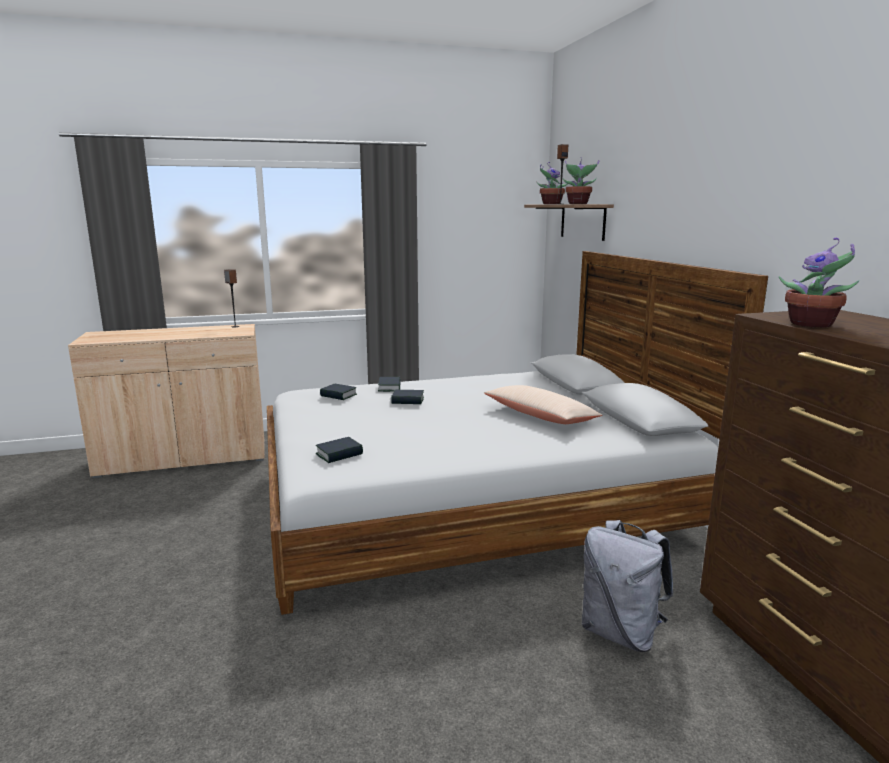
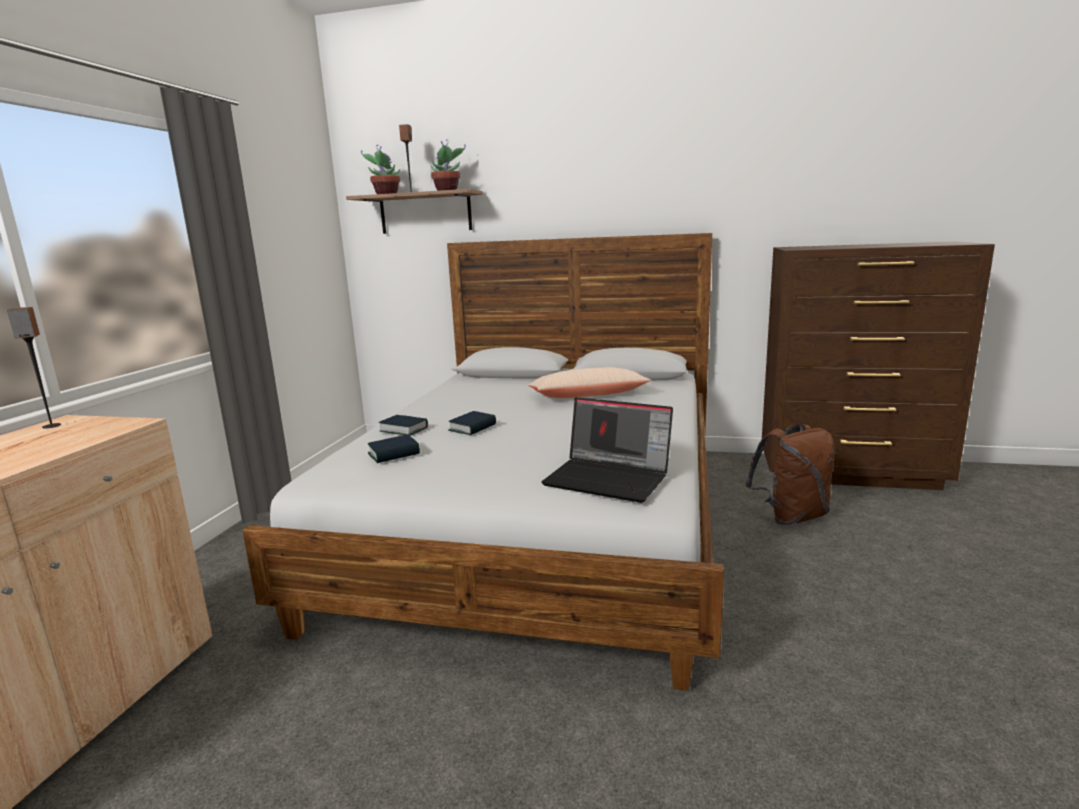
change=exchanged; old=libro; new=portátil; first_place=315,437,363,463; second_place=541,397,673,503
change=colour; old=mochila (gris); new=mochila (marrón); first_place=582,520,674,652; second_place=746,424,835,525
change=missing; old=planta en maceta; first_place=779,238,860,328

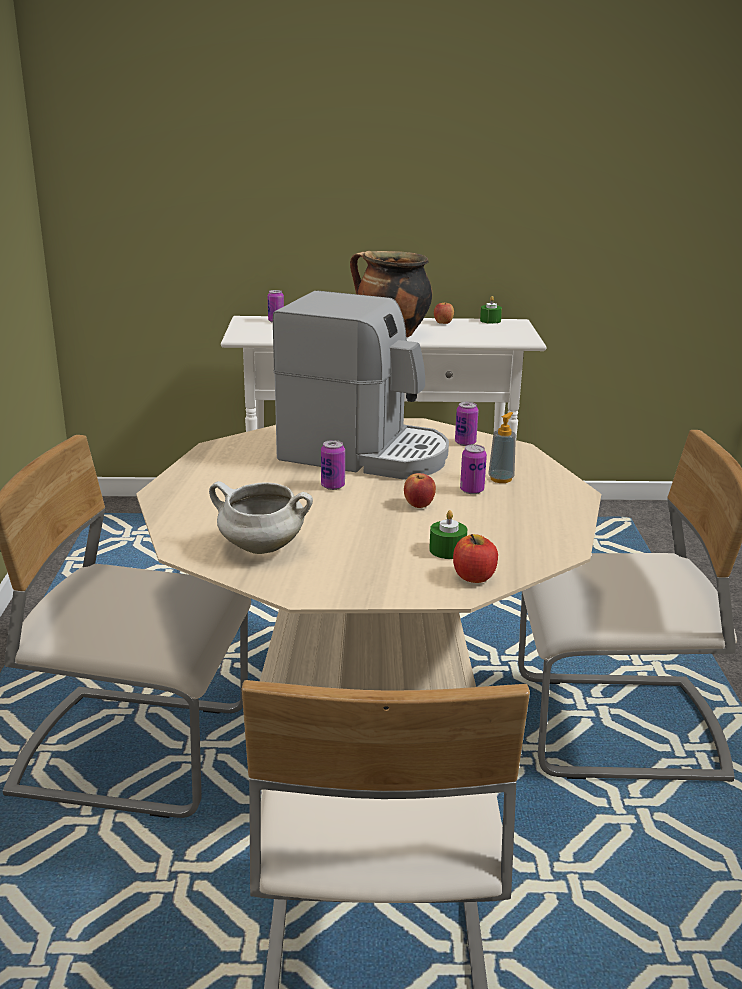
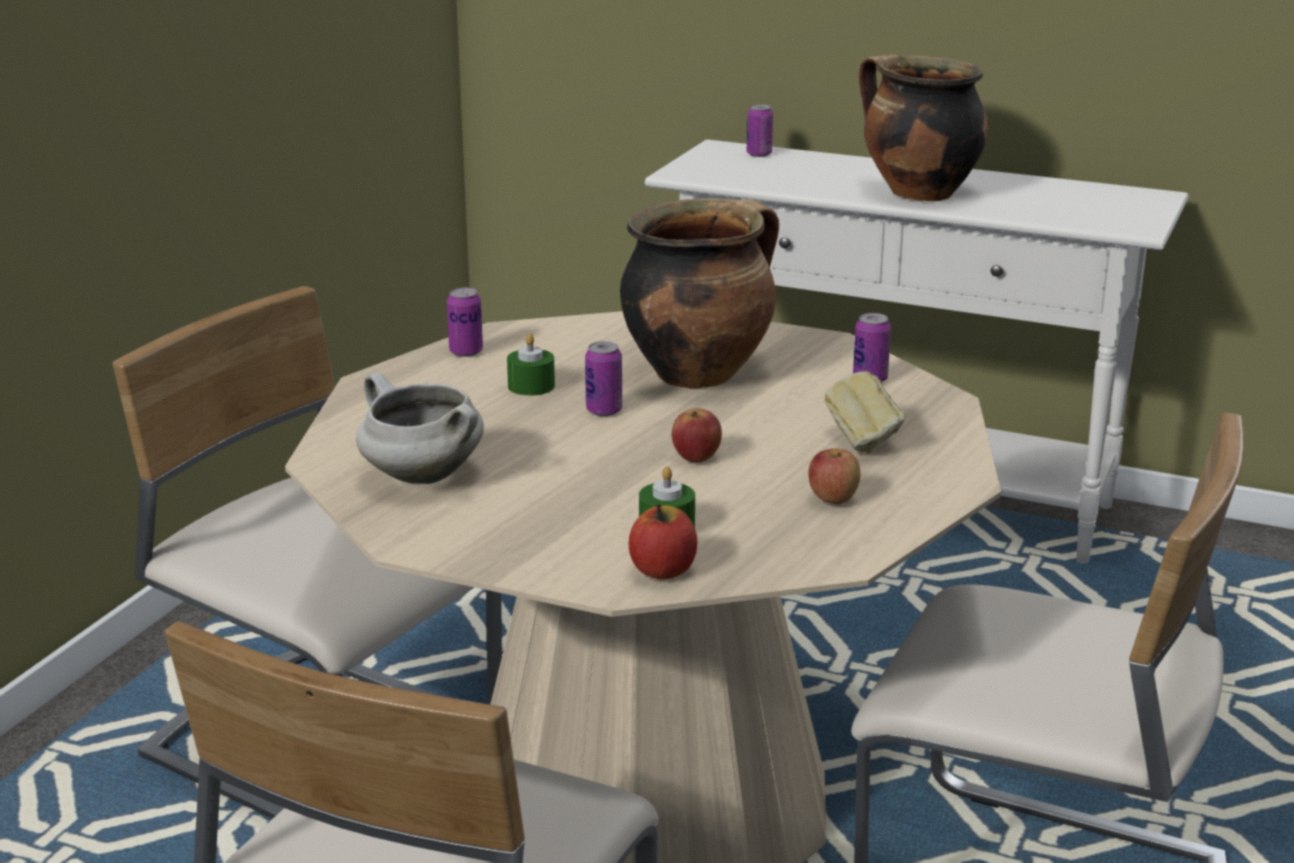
change=relocated; old=lata; first_place=460,444,487,494; second_place=447,288,483,357
change=relocated; old=vela (verde); first_place=480,296,502,324; second_place=507,333,555,396
change=exchanged; old=cafetera; new=olla; first_place=273,291,449,479; second_place=620,198,779,388
change=relocated; old=manzana; first_place=434,303,454,324; second_place=808,448,860,504
change=exchanged; old=dispensador de jabón; new=pan; first_place=488,412,516,483; second_place=825,371,905,453

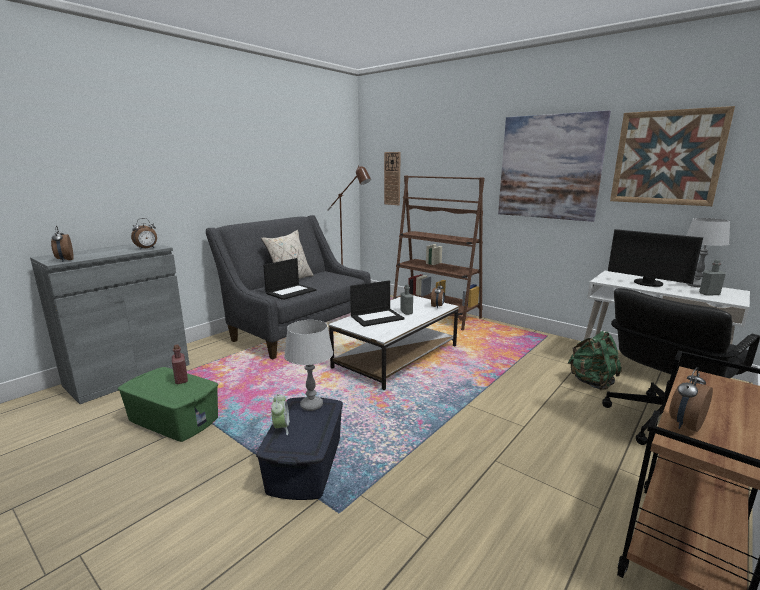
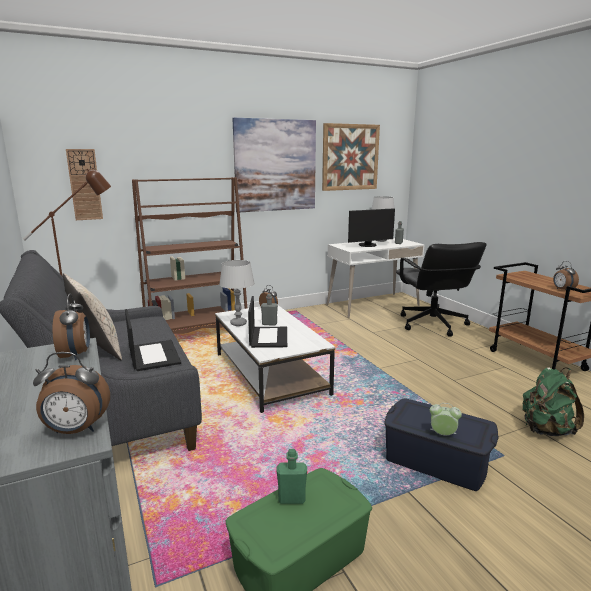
change=relocated; old=lámpara de mesa (gris); first_place=284,320,333,411; second_place=219,260,255,326
change=colour; old=botella (rojo); new=botella (verde); first_place=172,345,188,384; second_place=276,449,307,504
change=relocated; old=mochila (verde); first_place=567,331,622,390; second_place=523,367,584,436

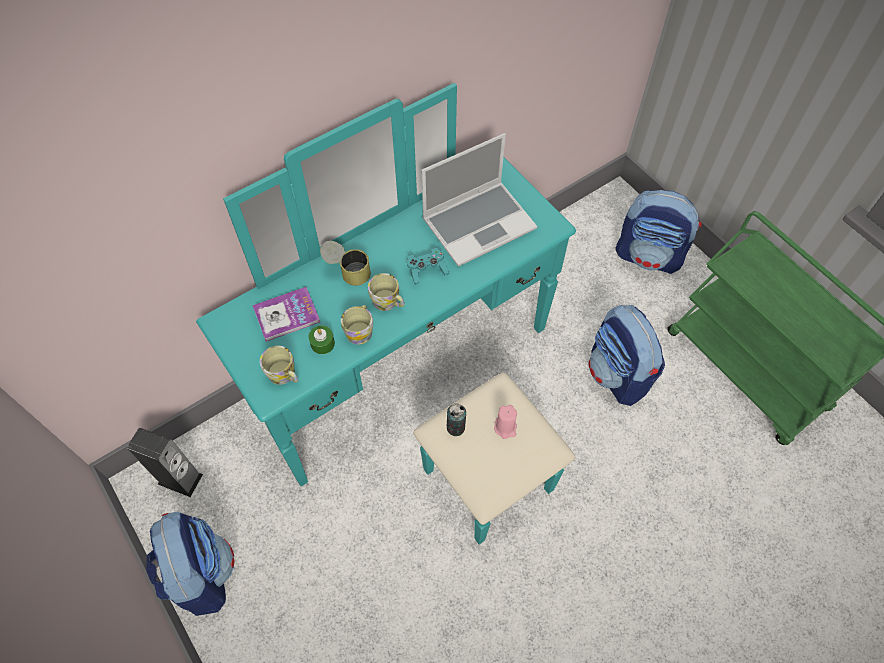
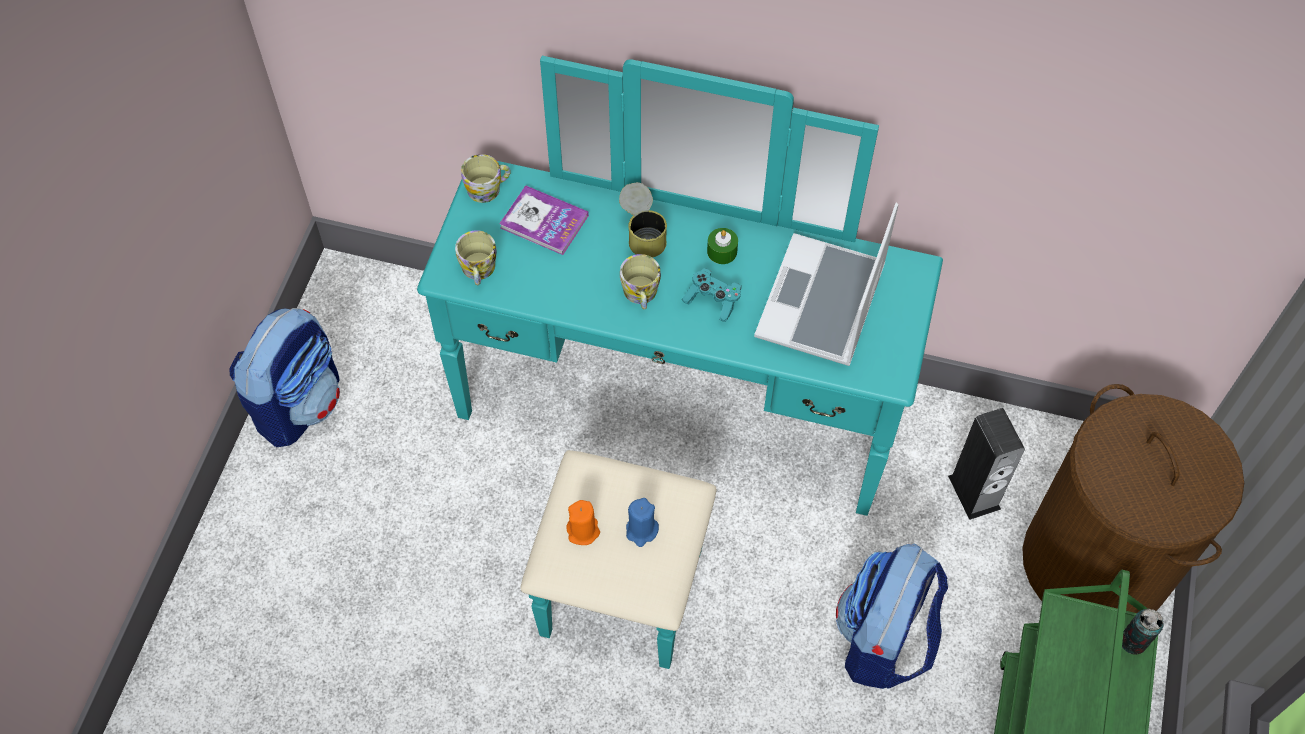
change=relocated; old=taza grande; first_place=341,305,373,345; second_place=461,154,511,203
change=appeared; new=vela (naranja); second_place=567,500,600,545
change=colour; old=vela (rosa); new=vela (azul); first_place=494,405,517,439; second_place=626,498,659,547
change=relocated; old=vela (verde); first_place=308,326,335,354; second_place=707,228,738,264
change=spun; old=portátil; first_place=421,133,537,267; second_place=754,203,898,366; degrees=90
change=relocated; old=altavoz; first_place=127,428,203,497; second_place=948,408,1025,520
change=exchanged; old=mochila; new=cesto de la ropa (marrón); first_place=615,190,702,274; second_place=1022,384,1244,613
change=relocated; old=lata; first_place=447,403,466,436; second_place=1122,609,1163,655

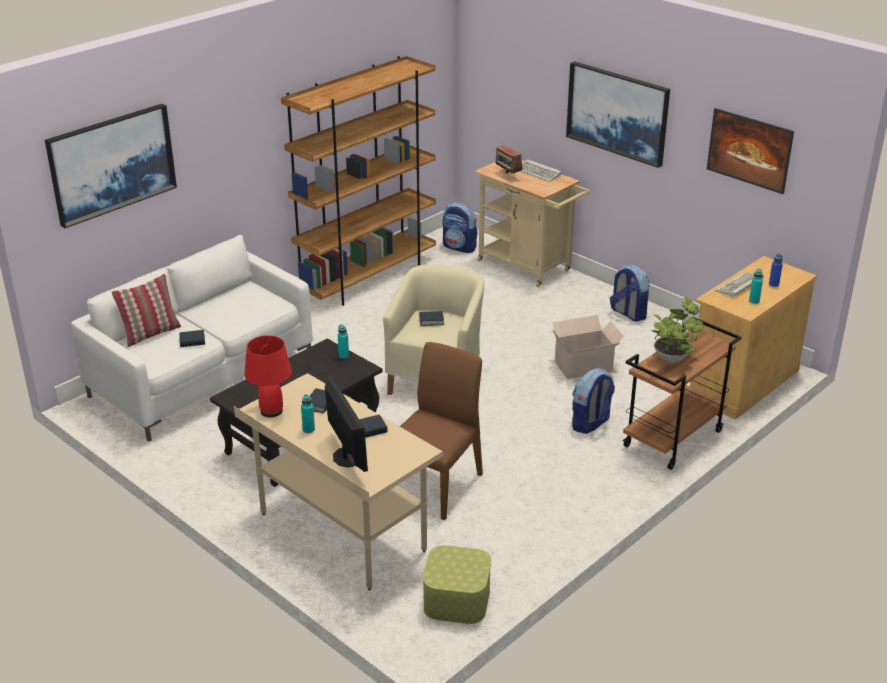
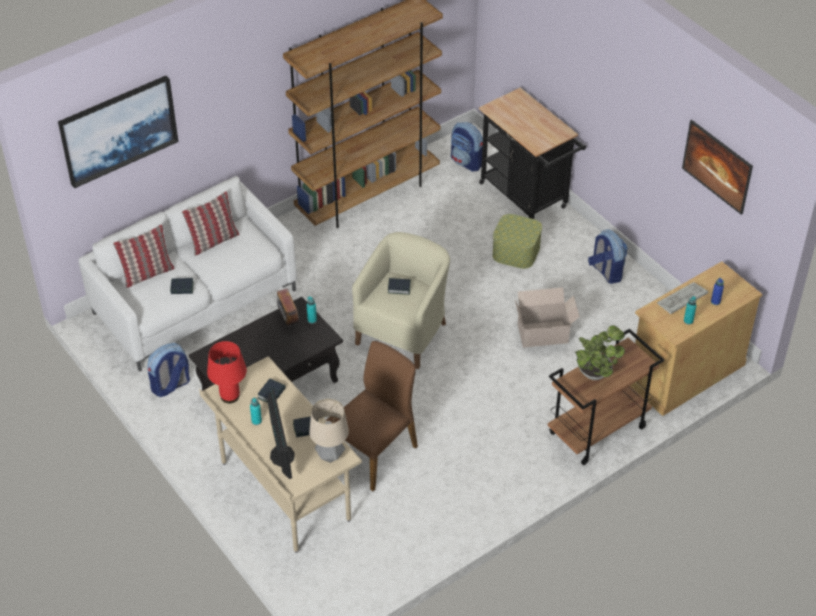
change=relocated; old=mochila; first_place=572,368,615,434; second_place=148,343,190,397
change=appeared; new=cojín; second_place=182,191,239,256
change=relocated; old=radio; first_place=496,145,523,173; second_place=274,288,299,328
change=appeared; new=lámpara de mesa; second_place=309,399,349,463
change=colour; old=carrito (beis); new=carrito (negro); first_place=475,160,590,287; second_place=479,88,586,219
change=relocated; old=caja de almacenaje; first_place=423,545,491,624; second_place=492,214,542,269
change=missing; old=teclado; first_place=521,159,562,182
change=missing; old=cuadro; first_place=566,61,670,168

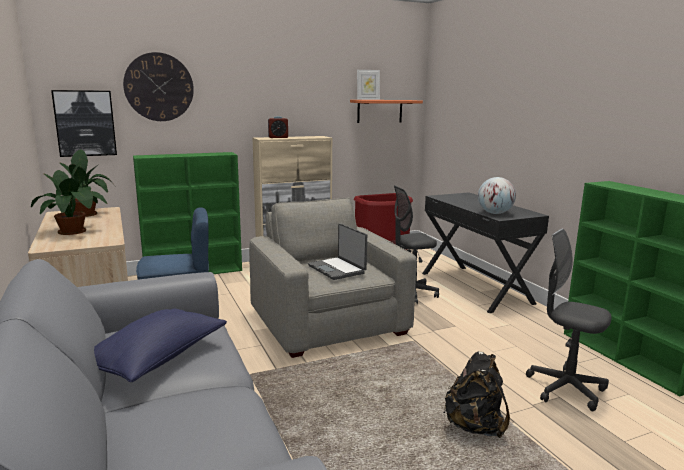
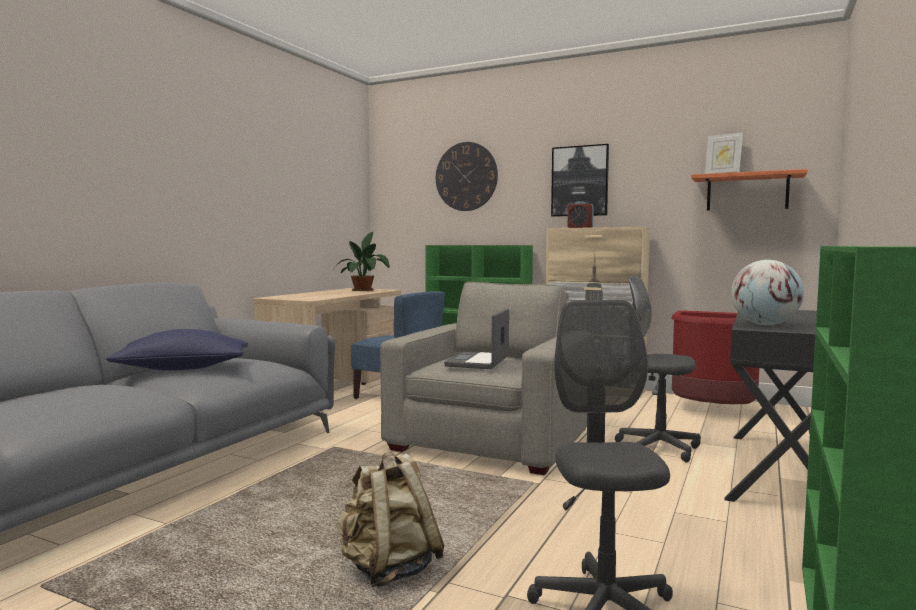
change=colour; old=mochila (negro); new=mochila (beis); first_place=444,351,510,438; second_place=337,453,444,587
change=relocated; old=cuadro; first_place=51,90,117,157; second_place=551,144,609,217
change=missing; old=planta en maceta; first_place=31,159,107,235

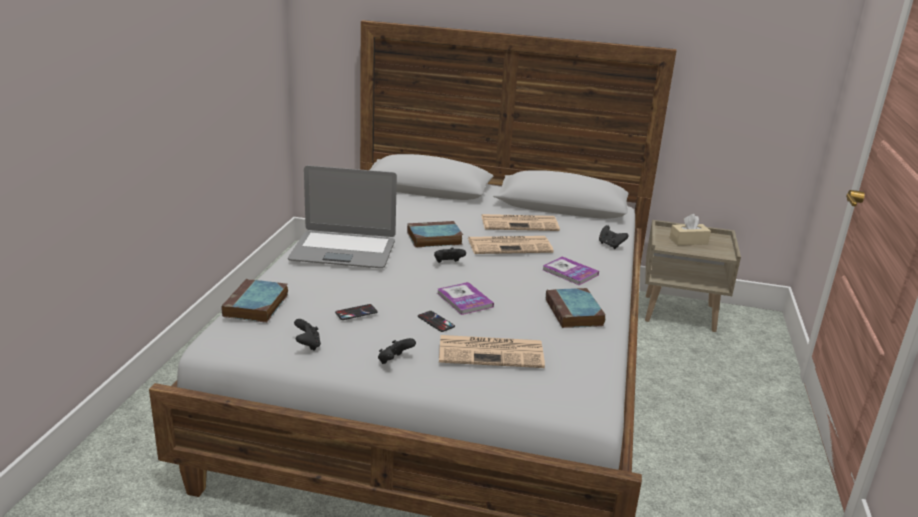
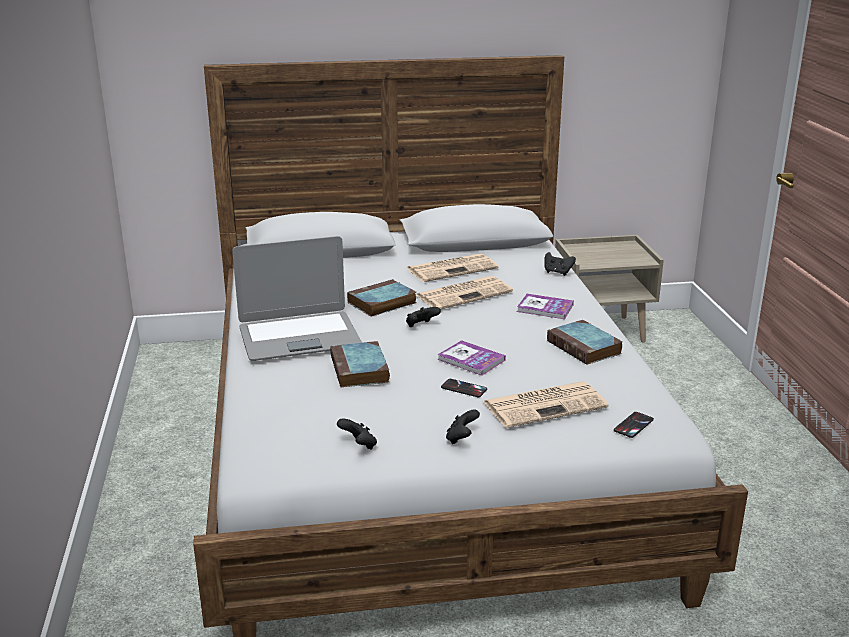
change=relocated; old=libro; first_place=221,279,288,323; second_place=330,341,390,388
change=relocated; old=móvil; first_place=335,304,378,320; second_place=614,412,654,438
change=missing; old=caja de pañuelos (beis); first_place=670,214,711,245

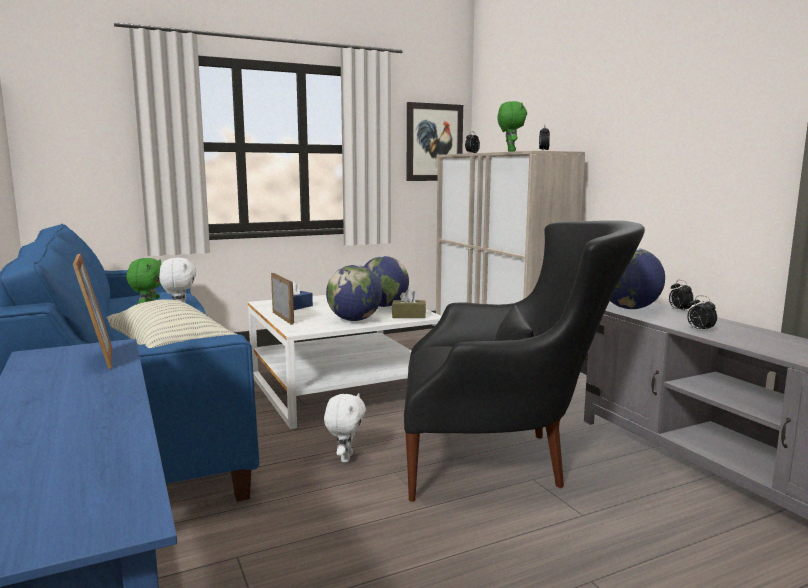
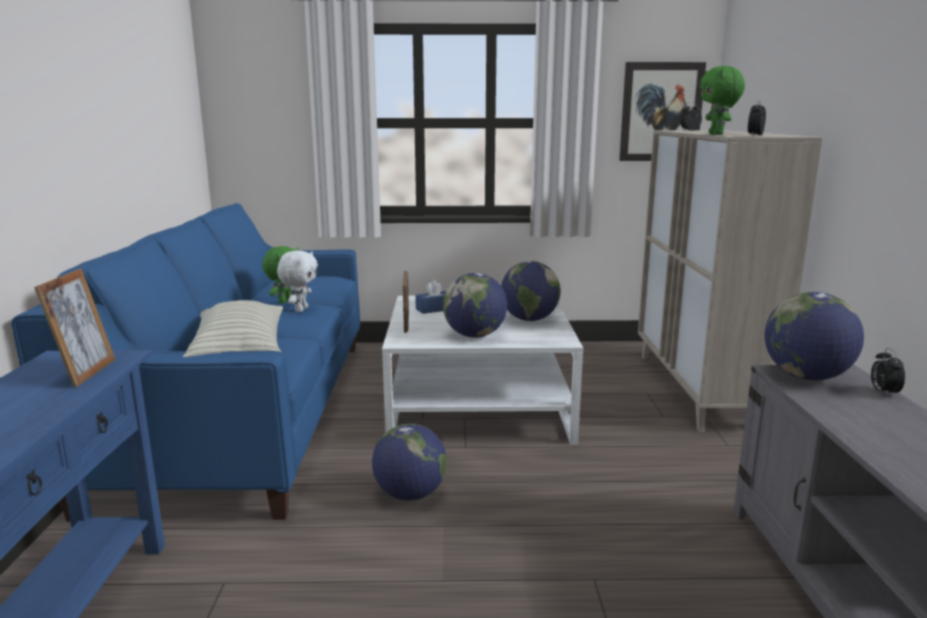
change=exchanged; old=peluche (blanco); new=globo terráqueo; first_place=324,393,366,462; second_place=372,424,447,501
change=spun; old=peluche (verde); first_place=498,101,527,152; second_place=699,66,745,135; degrees=150
change=missing; old=caja de pañuelos (marrón); first_place=392,289,426,318
change=missing; old=sillón (negro); first_place=404,220,645,502
change=missing; old=despertador; first_place=687,295,717,332

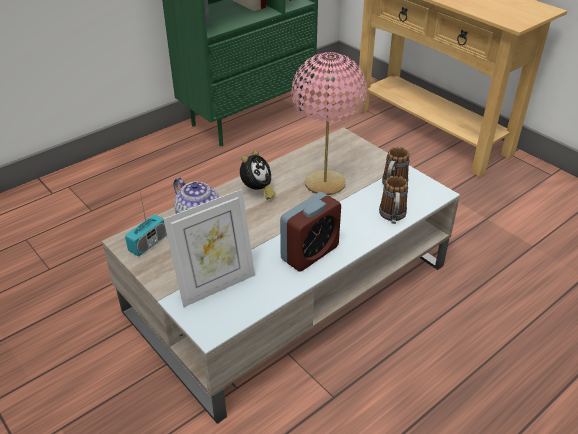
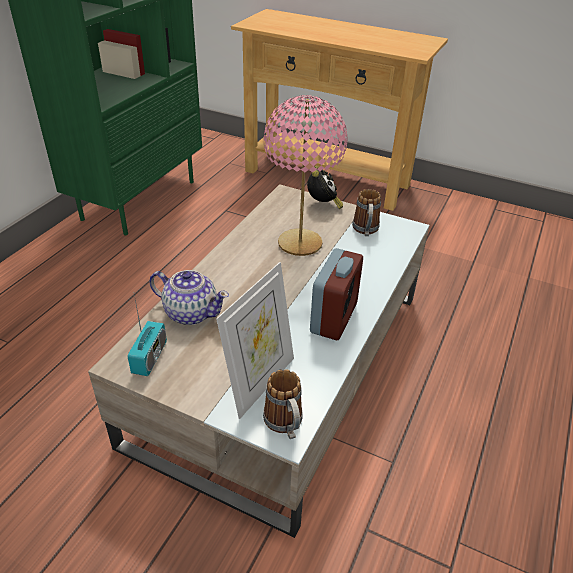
change=relocated; old=taza grande; first_place=379,176,408,224; second_place=263,369,303,439
change=relocated; old=despertador; first_place=240,151,276,200; second_place=307,166,343,209

